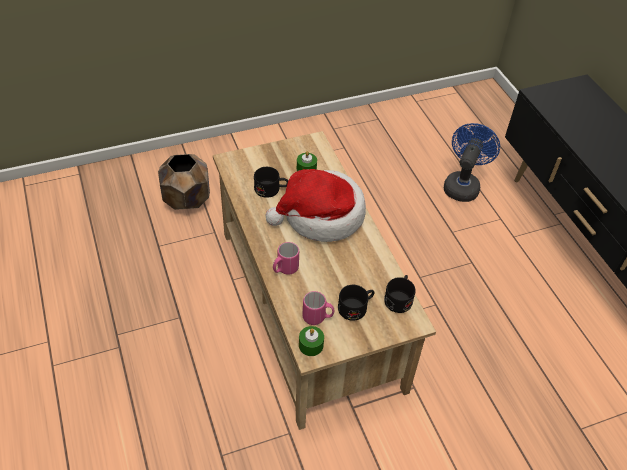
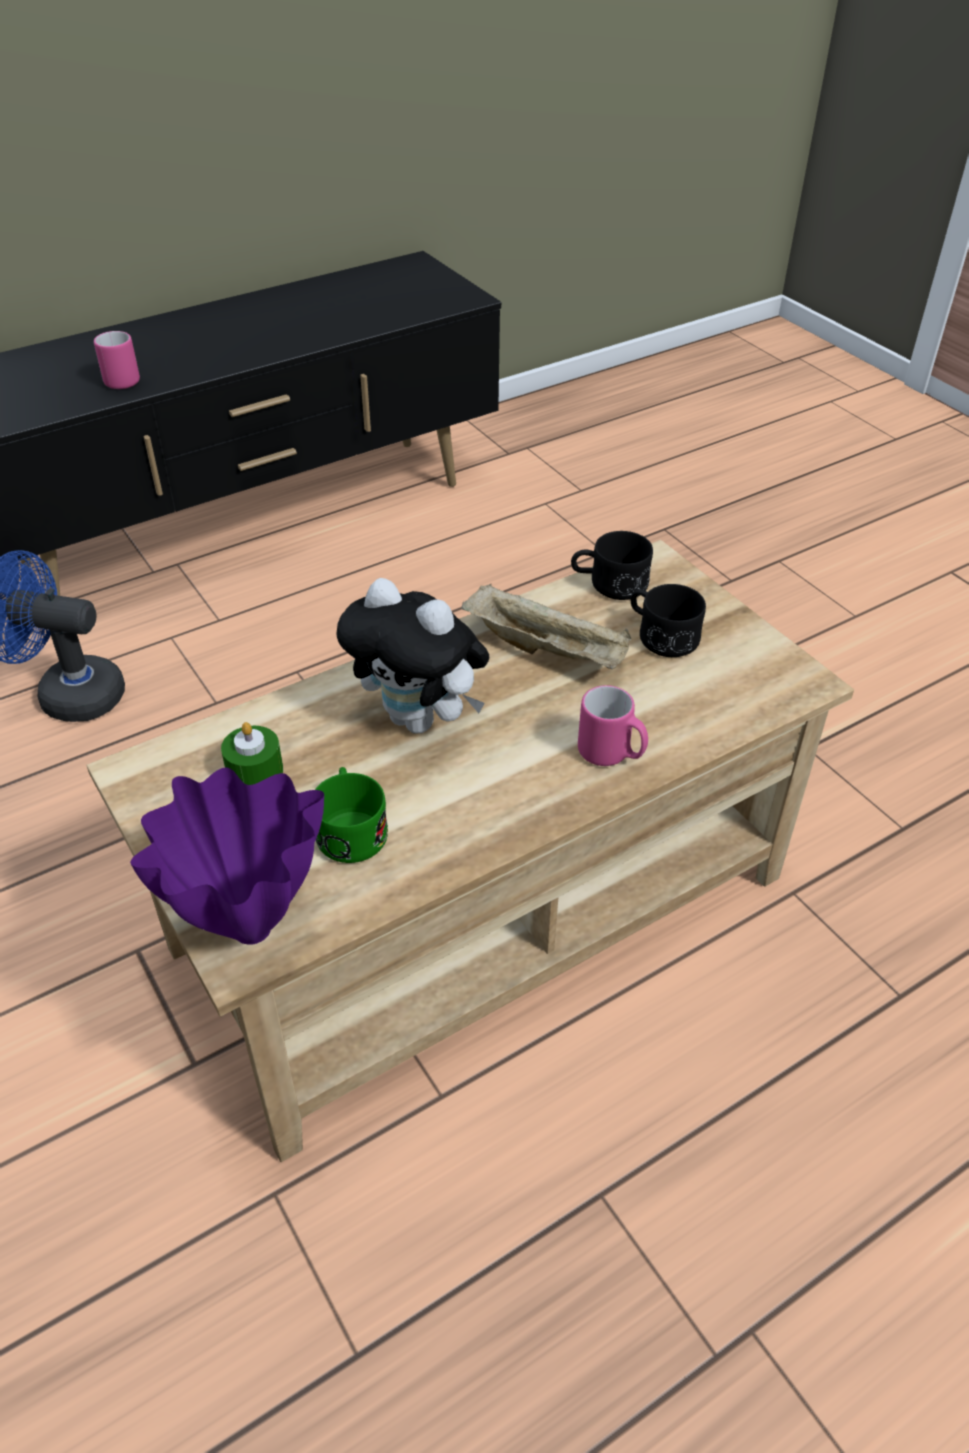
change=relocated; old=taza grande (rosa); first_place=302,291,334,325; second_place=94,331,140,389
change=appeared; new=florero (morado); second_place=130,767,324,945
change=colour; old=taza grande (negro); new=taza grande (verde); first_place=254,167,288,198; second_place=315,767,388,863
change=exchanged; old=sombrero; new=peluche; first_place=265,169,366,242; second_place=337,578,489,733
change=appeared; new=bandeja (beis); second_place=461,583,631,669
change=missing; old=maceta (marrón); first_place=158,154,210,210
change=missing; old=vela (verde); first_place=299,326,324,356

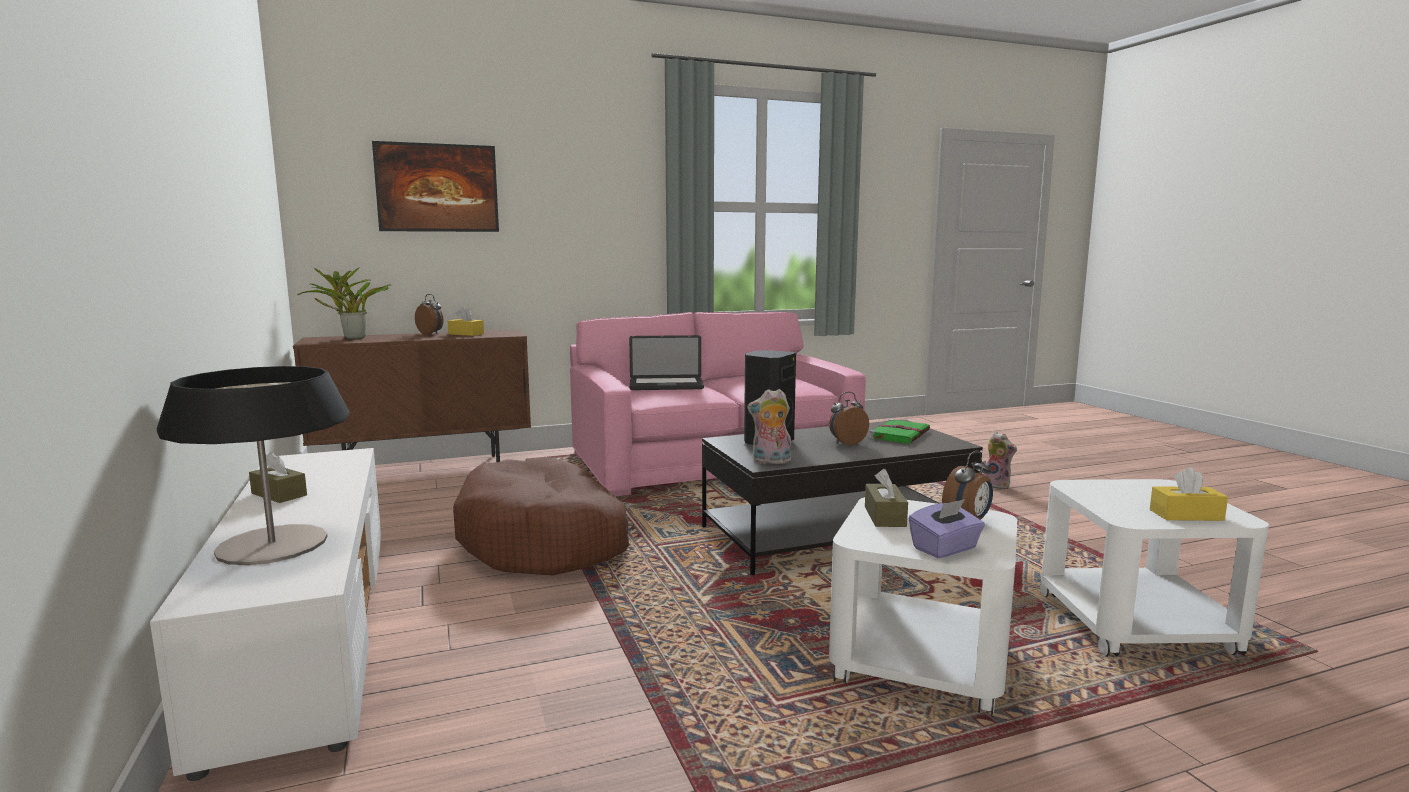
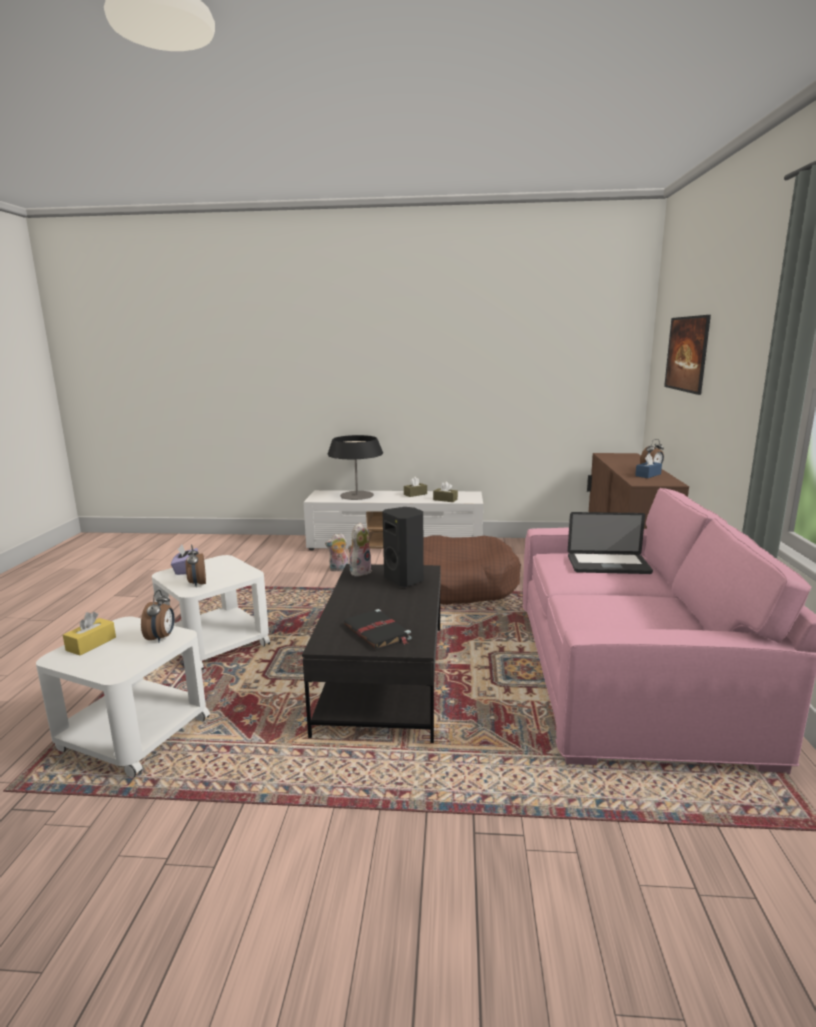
change=relocated; old=despertador; first_place=829,392,869,445; second_place=141,590,175,643
change=relocated; old=peluche; first_place=983,432,1017,489; second_place=325,533,349,572
change=colour; old=libro (verde); new=libro (negro); first_place=869,419,930,444; second_place=344,609,412,649
change=relocated; old=caja de pañuelos (marrón); first_place=865,469,908,527; second_place=433,481,458,502
change=spun; old=portátil; first_place=629,335,704,390; second_place=568,512,653,574; degrees=-105
change=colour; old=caja de pañuelos (amarillo); new=caja de pañuelos (azul); first_place=448,307,484,336; second_place=635,453,662,478
change=missing; old=planta en maceta; first_place=297,266,391,339

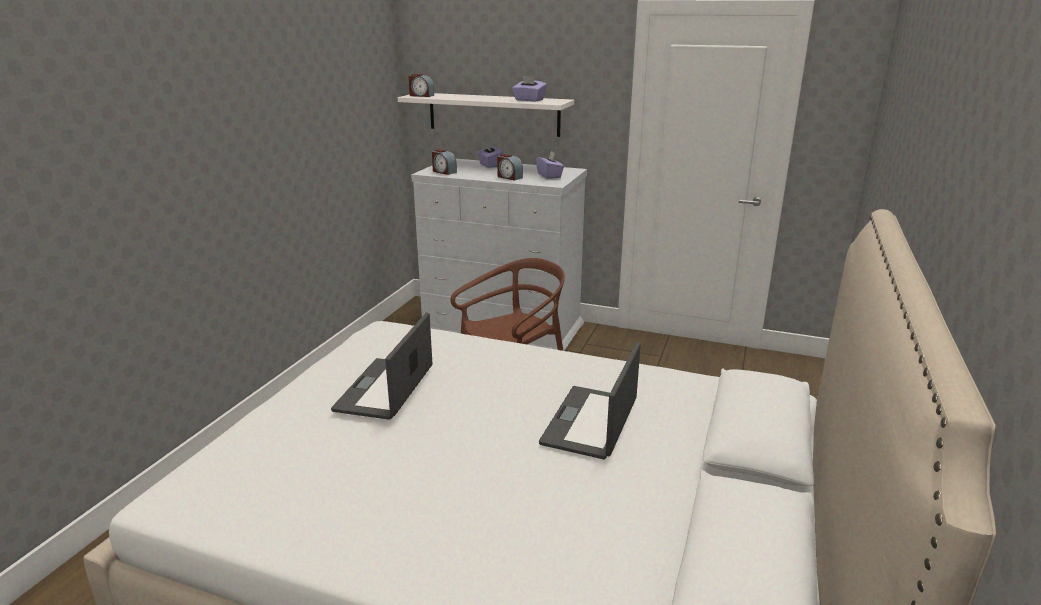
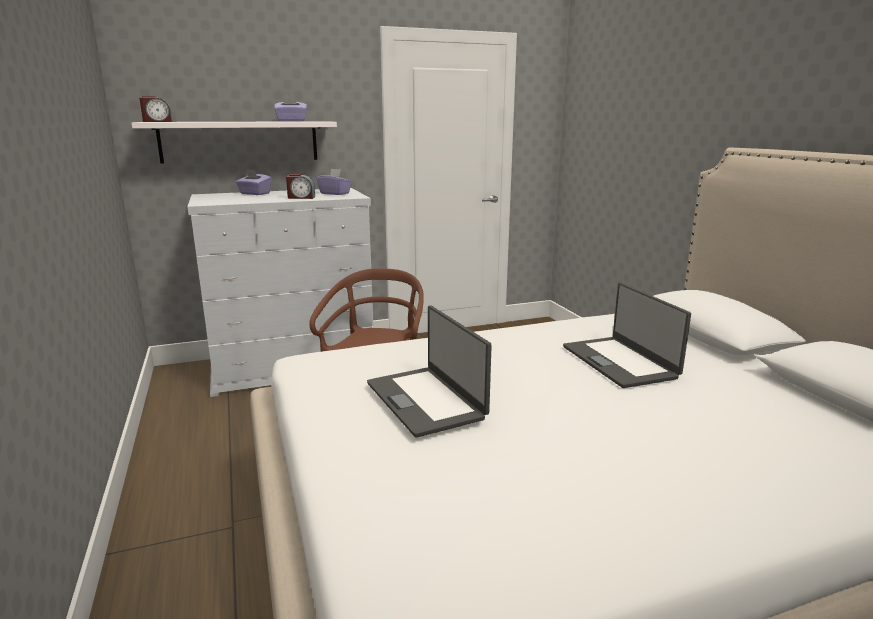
change=missing; old=despertador; first_place=432,149,457,175

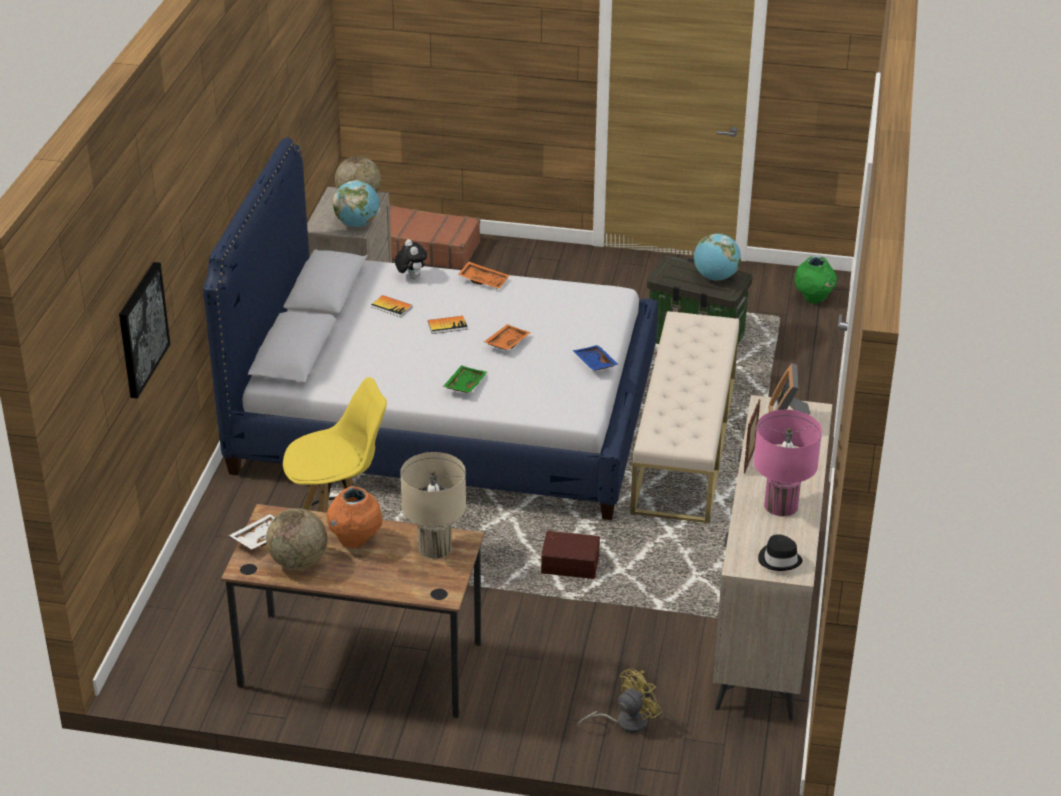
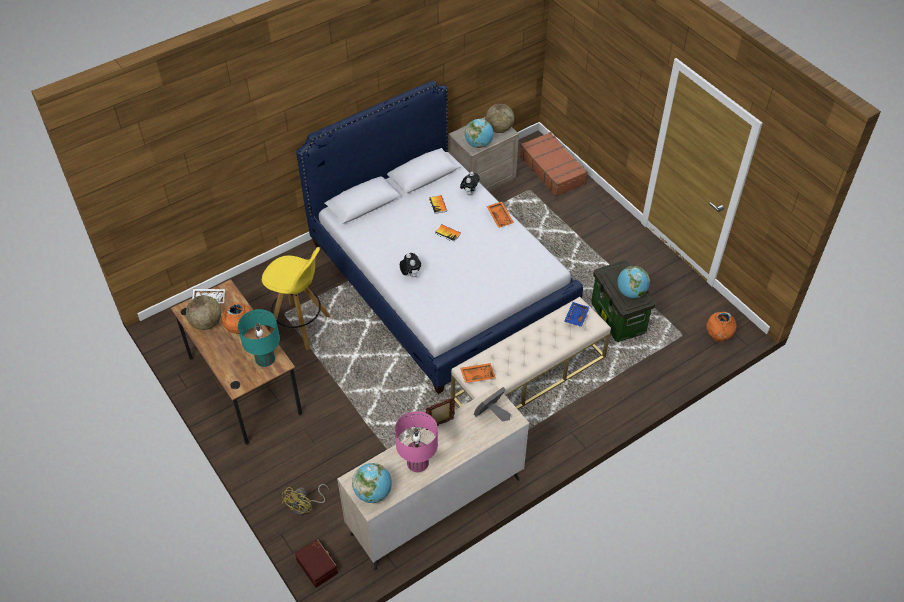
change=colour; old=lámpara de mesa (beis); new=lámpara de mesa (turquesa); first_place=400,452,466,559; second_place=238,309,280,367
change=spun; old=ventilador (amarillo); first_place=577,668,662,733; second_place=282,484,329,515; degrees=105
change=relocated; old=caja de almacenaje (marrón); first_place=541,531,600,579; second_place=295,539,338,588
change=exchanged; old=sombrero (negro); new=globo terráqueo; first_place=758,534,803,571; second_place=352,463,392,503
change=exchanged; old=bandeja (verde); new=peluche; first_place=443,365,487,393; second_place=400,253,421,277
change=relocated; old=bandeja (naranja); first_place=484,324,531,350; second_place=460,363,496,383
change=relocated; old=bandeja (azul); first_place=573,345,619,371; second_place=564,302,590,327
change=colour; old=florero (verde); new=florero (naranja); first_place=795,256,837,304; second_place=706,312,737,342
change=missing; old=cuadro; first_place=119,262,171,399

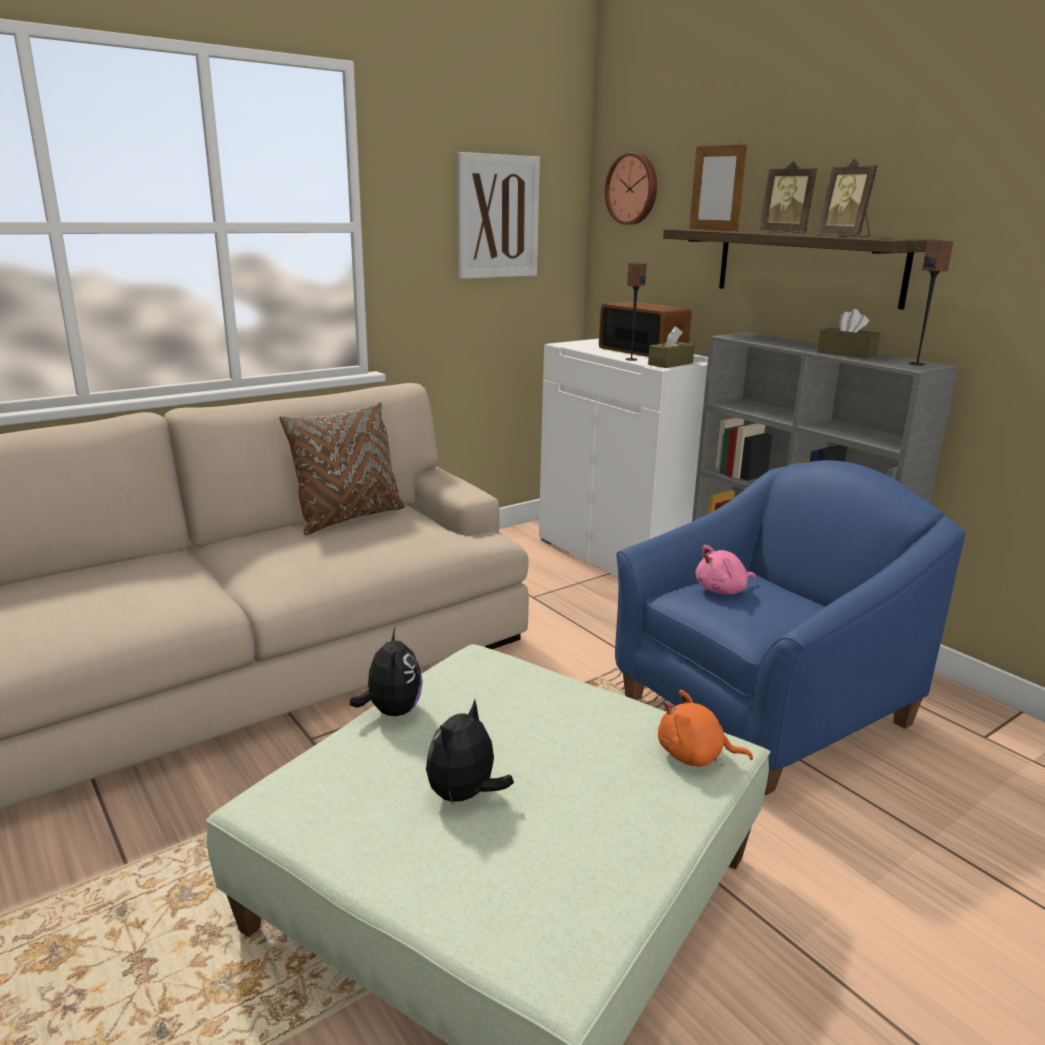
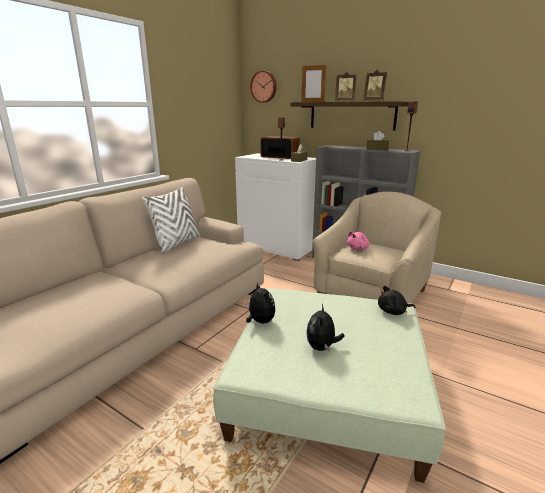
change=colour; old=cojín (marrón); new=cojín (blanco); first_place=279,402,405,535; second_place=142,187,200,254
change=colour; old=sillón (azul); new=sillón (beis); first_place=615,460,966,795; second_place=313,191,441,304
change=colour; old=peluche (naranja); new=peluche (negro); first_place=658,690,753,766; second_place=378,286,416,315
change=missing; old=cuadro; first_place=457,152,540,279

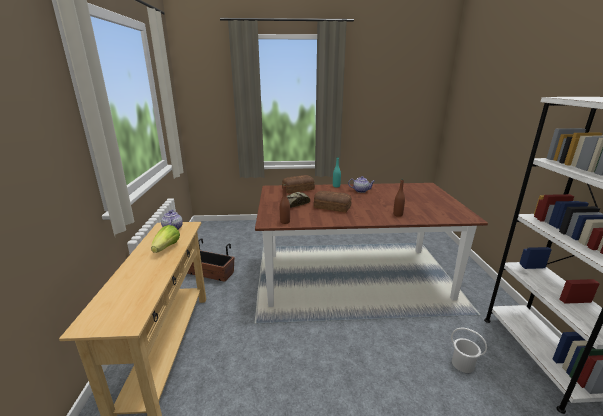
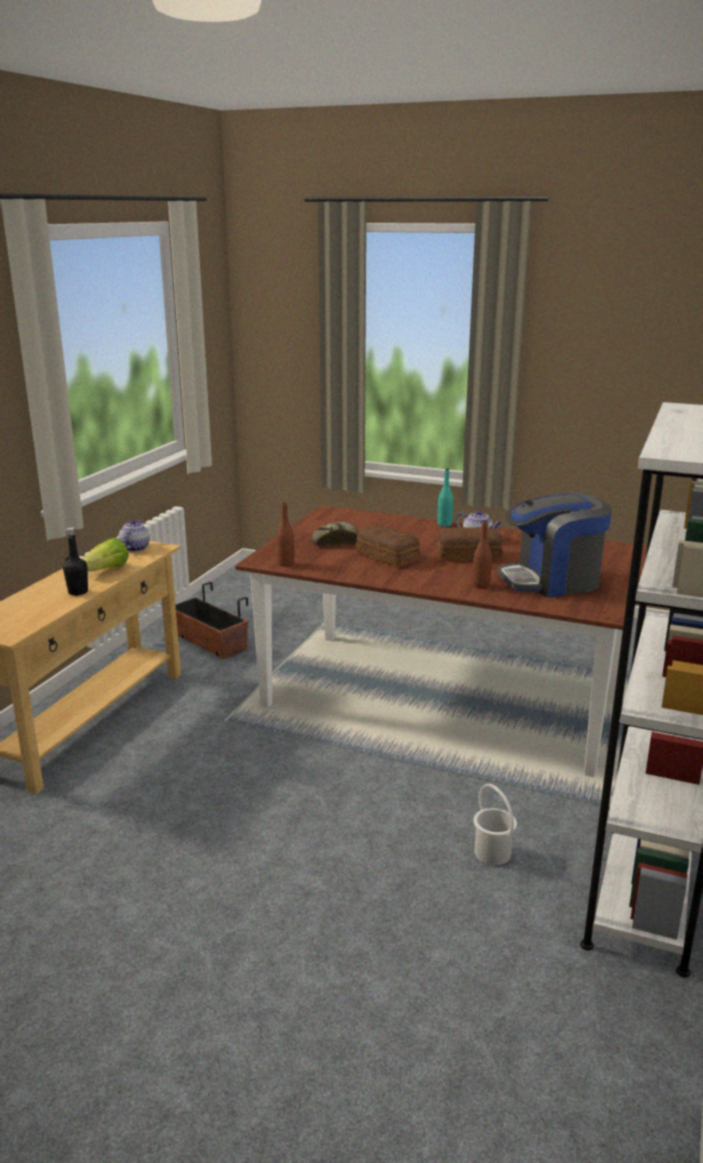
change=appeared; new=botella (negro); second_place=63,527,88,596
change=relocated; old=pan; first_place=282,175,315,193; second_place=437,527,503,560
change=appeared; new=cafetera; second_place=498,492,612,597

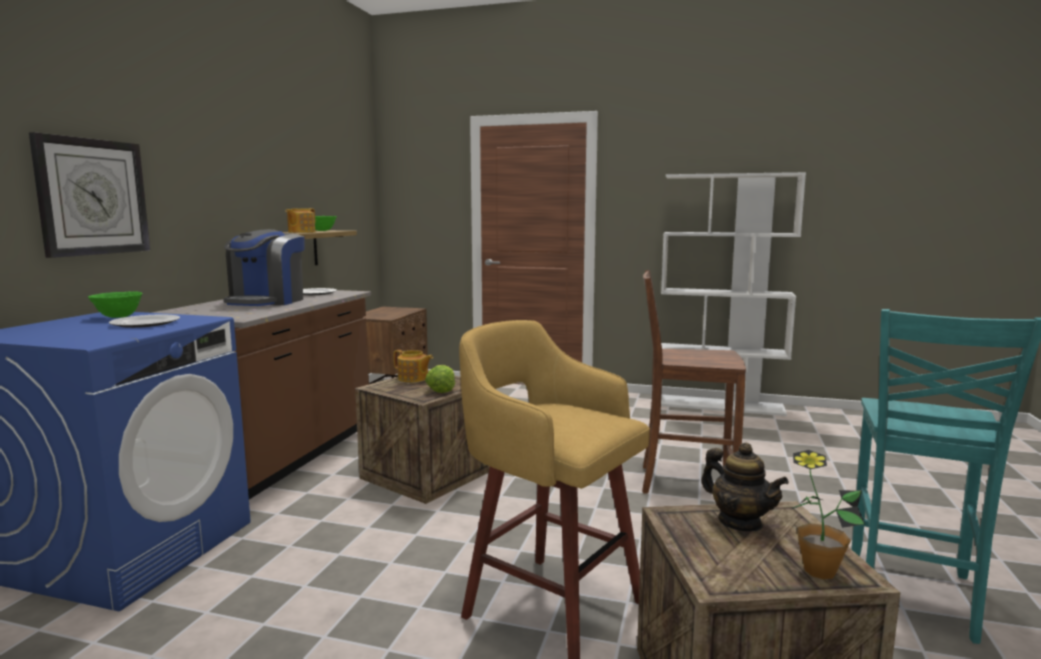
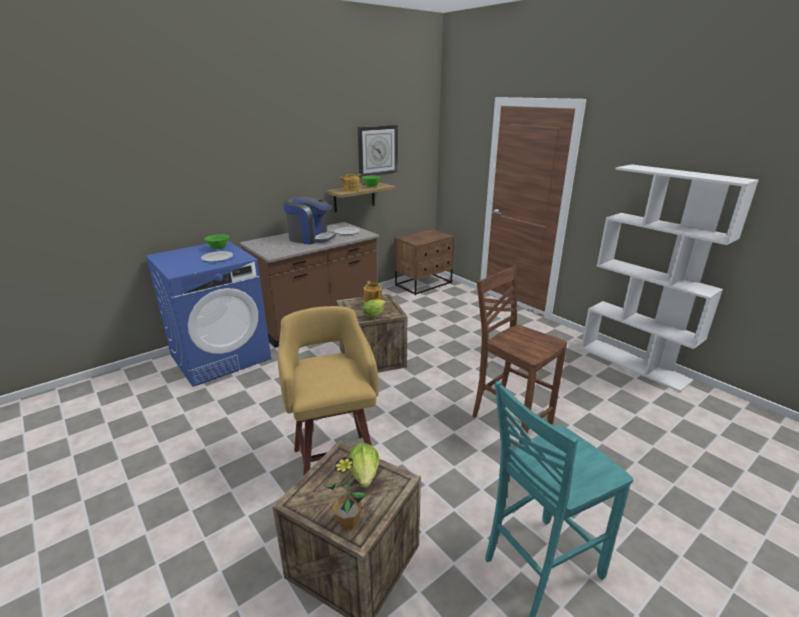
change=spun; old=cafetera; first_place=223,229,305,306; second_place=283,197,336,245; degrees=-120
change=exchanged; old=tetera; new=lechuga; first_place=701,443,789,531; second_place=350,443,379,488
change=relocated; old=reloj de pared; first_place=29,132,150,258; second_place=358,125,398,178

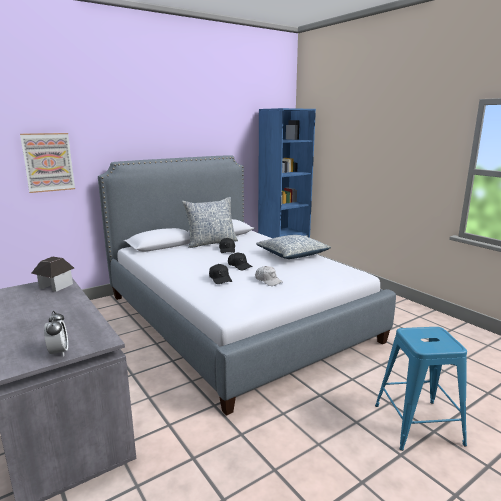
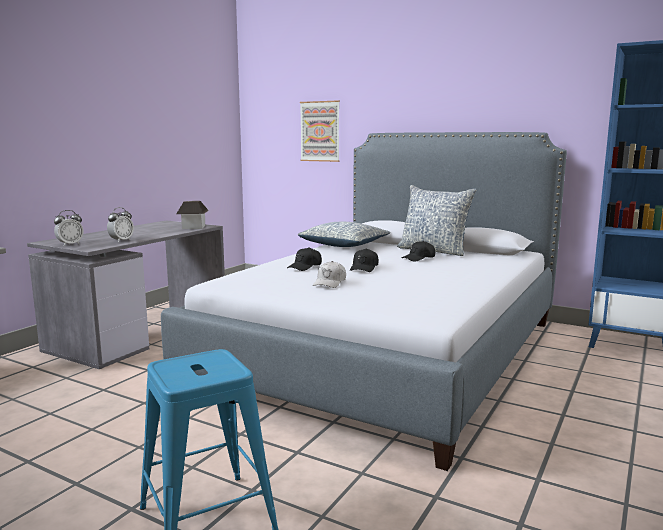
change=appeared; new=despertador; second_place=107,207,134,242
change=relocated; old=cojín; first_place=256,235,331,259; second_place=298,222,391,247

